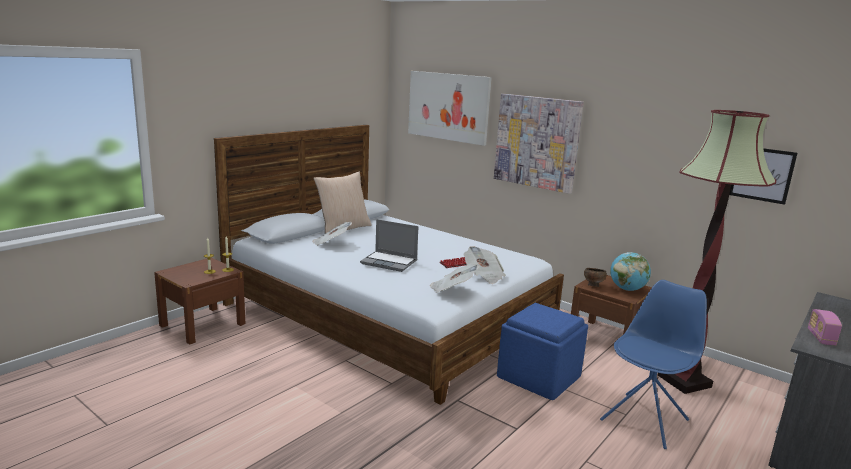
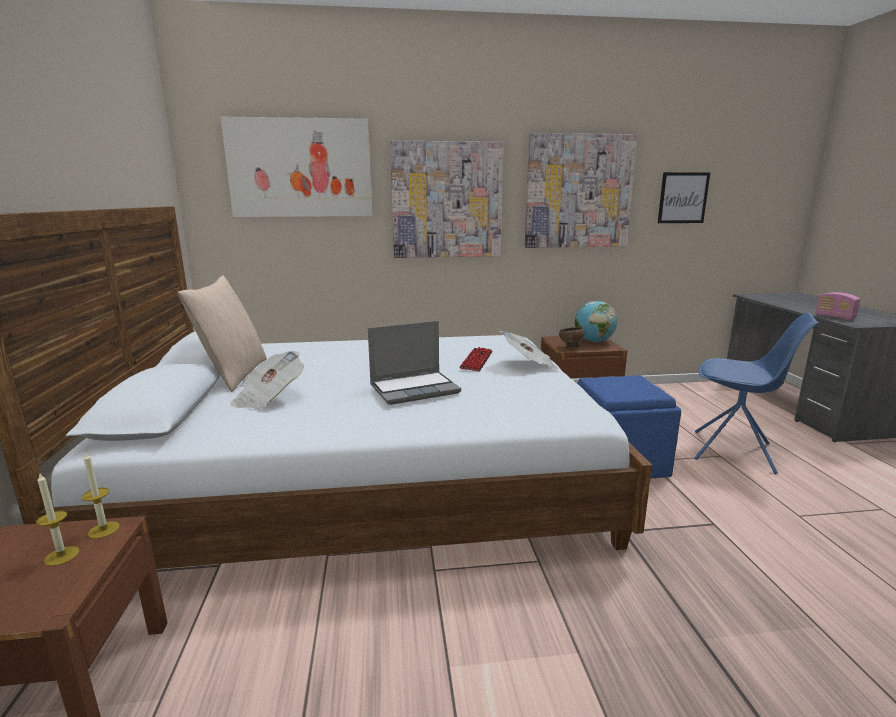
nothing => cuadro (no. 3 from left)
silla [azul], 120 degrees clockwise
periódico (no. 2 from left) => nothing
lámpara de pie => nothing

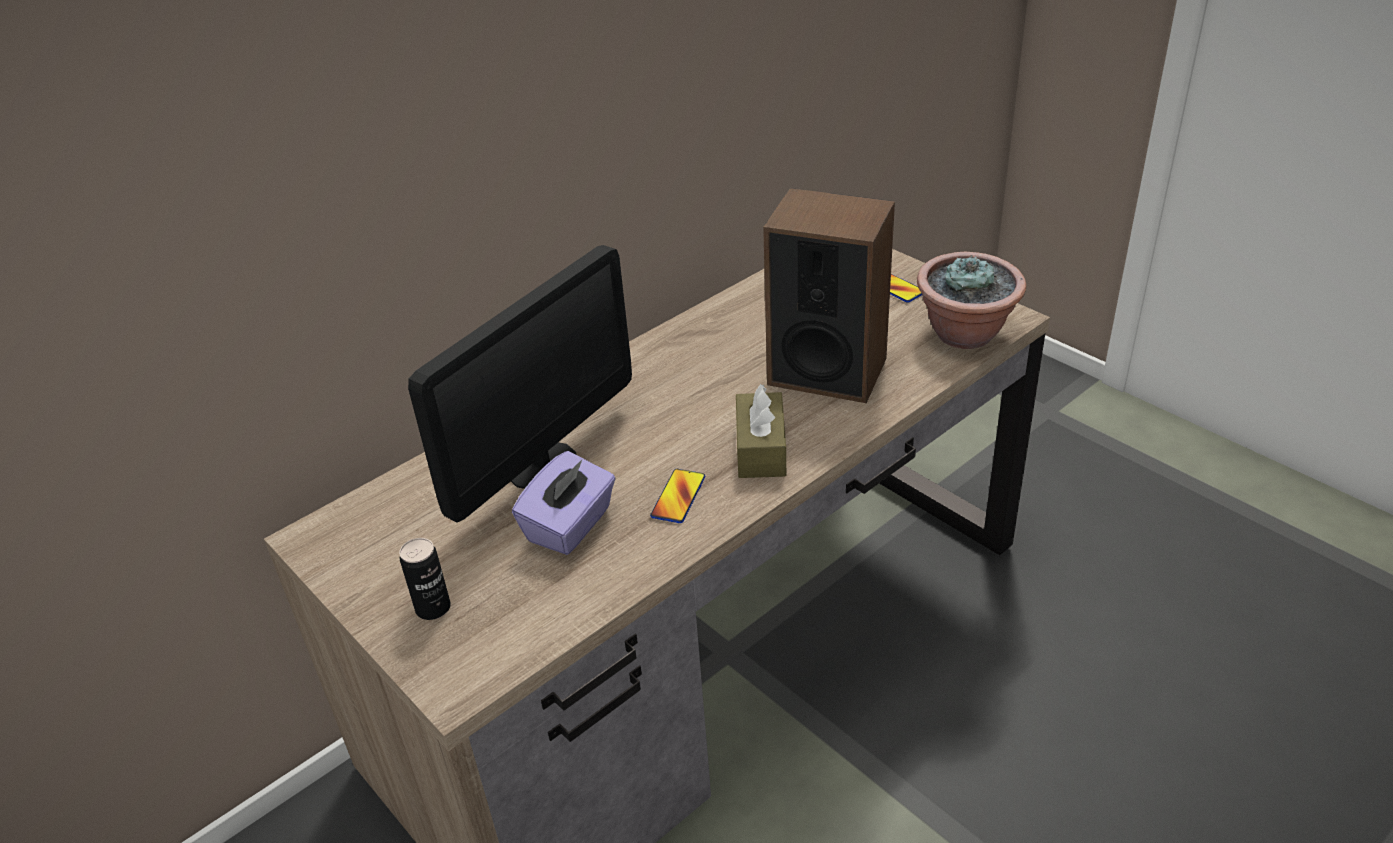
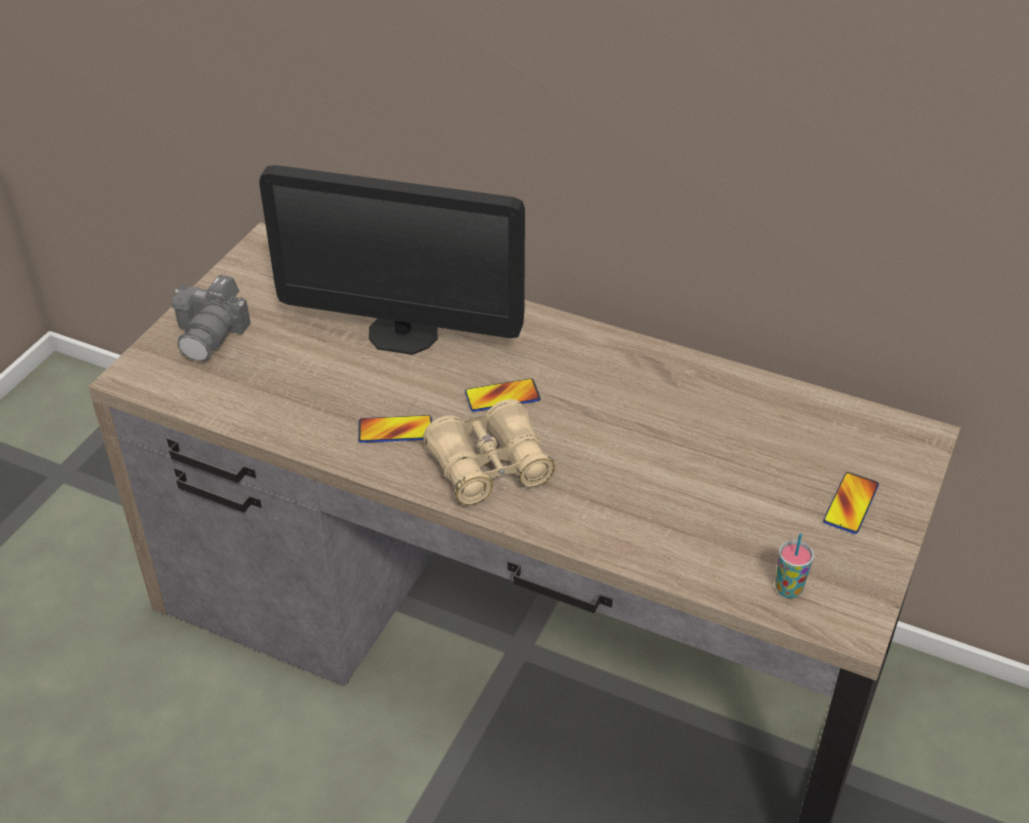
lata => cámara
caja de pañuelos [marrón] => prismáticos [beis]
nothing => móvil (no. 2 from left)
planta en maceta => taza
caja de pañuelos [morado] => nothing
altavoz => nothing

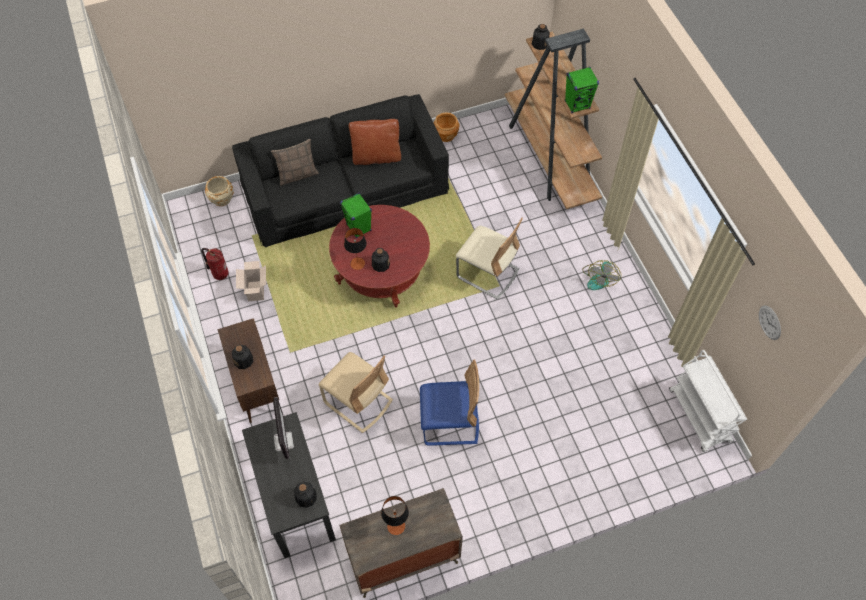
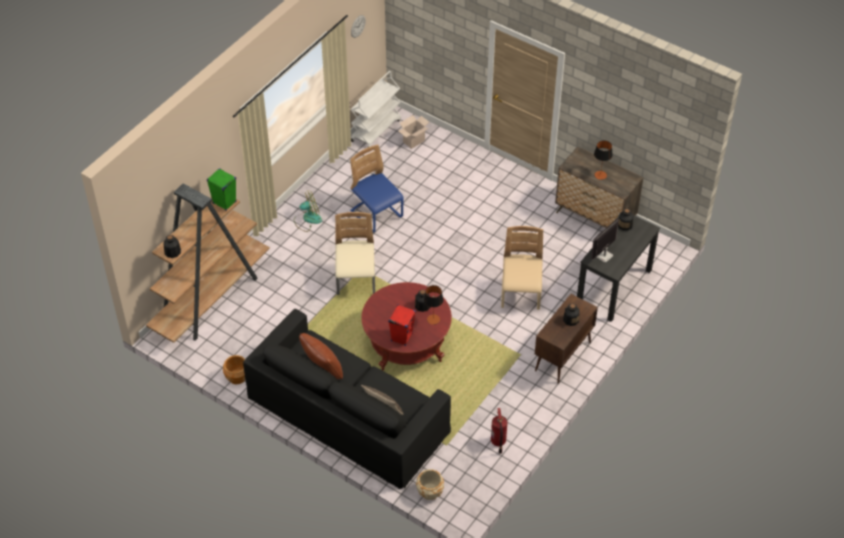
silla [azul], shifted
altavoz [verde] (no. 1 from left) => altavoz [rojo]
caja de cartón, shifted

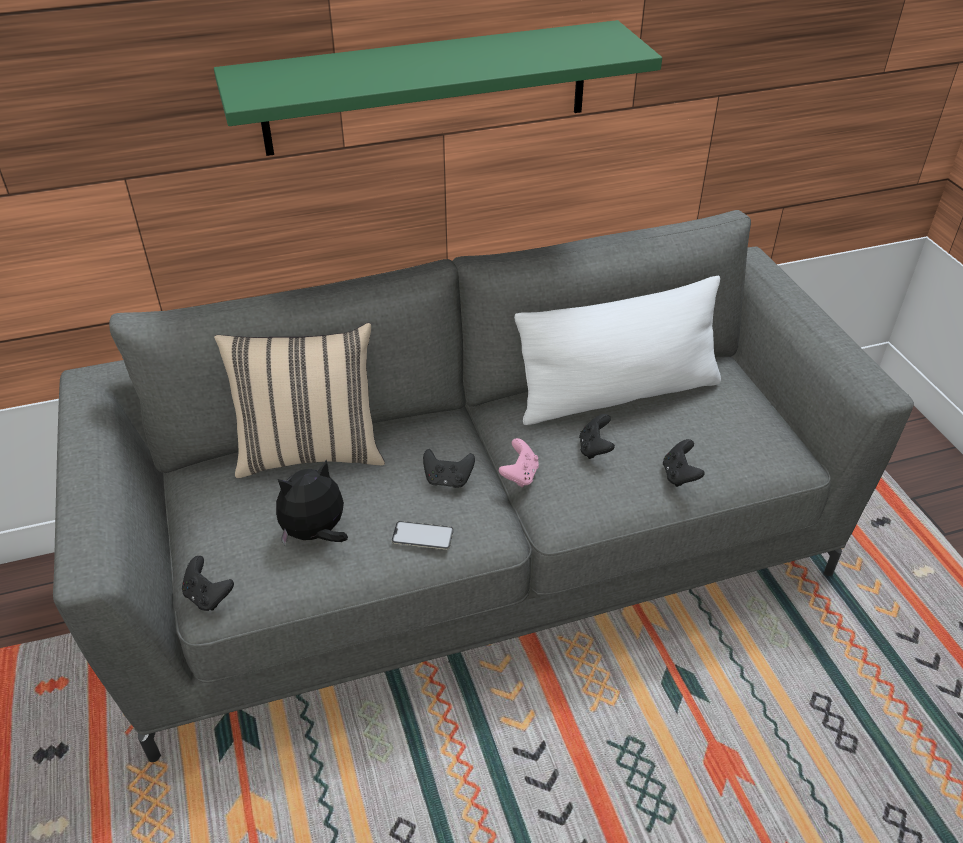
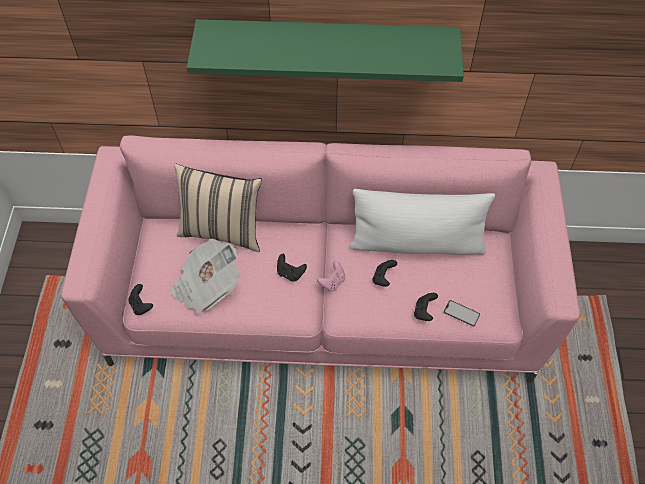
sofá [gris] => sofá [rosa]
peluche => periódico
móvil, shifted

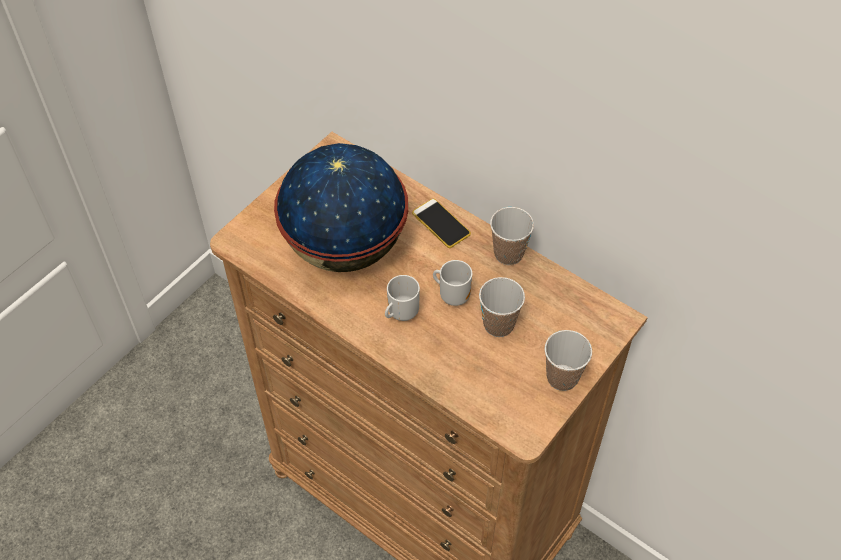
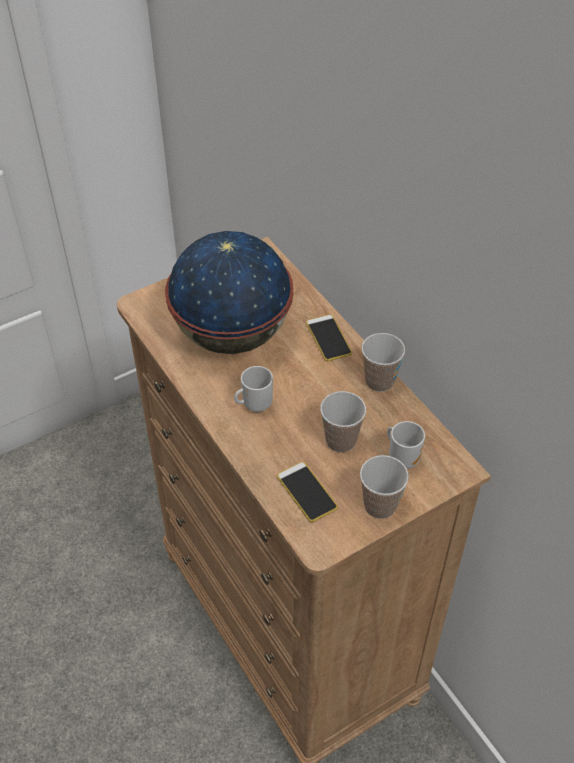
nothing => móvil (no. 1 from left)
taza grande (no. 2 from left), shifted

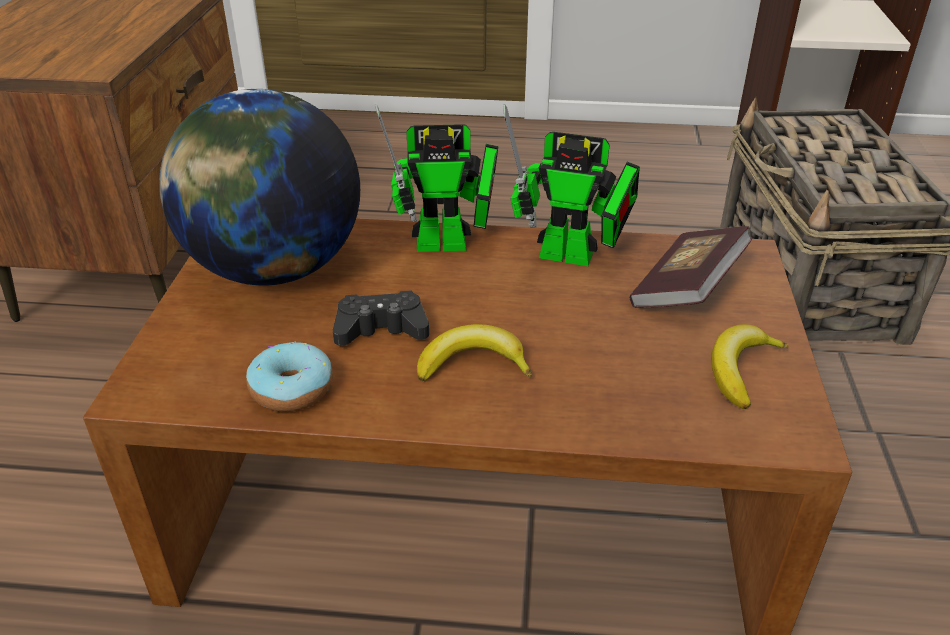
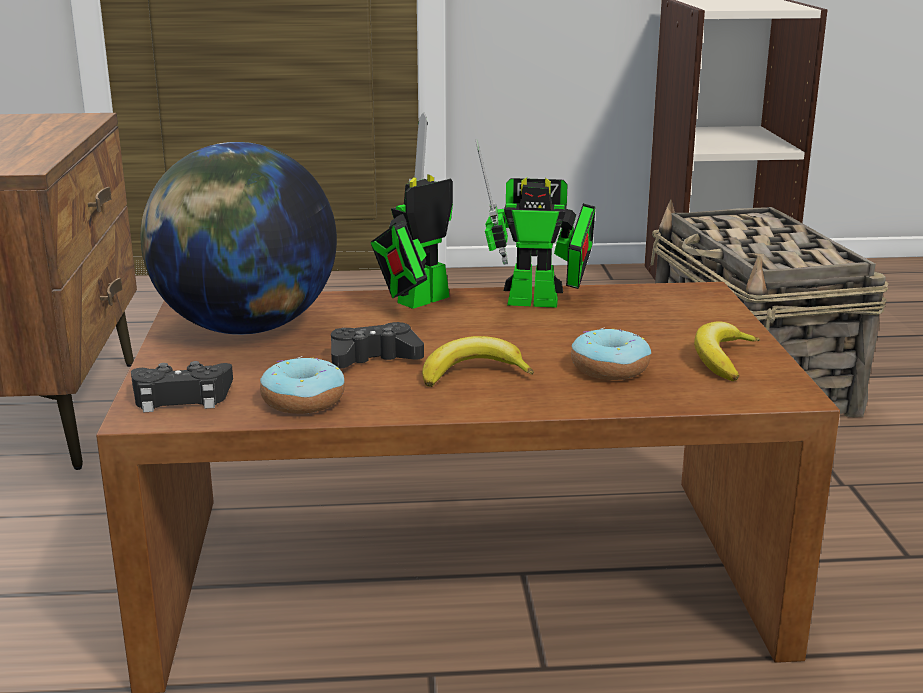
nothing => mando de consola [negro] (no. 1 from left)
robot de juguete (no. 1 from left), 150 degrees clockwise
nothing => rosquilla (no. 2 from left)
libro => nothing

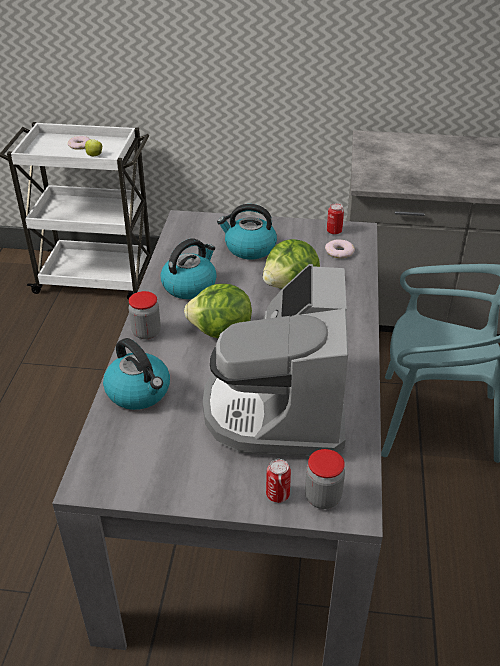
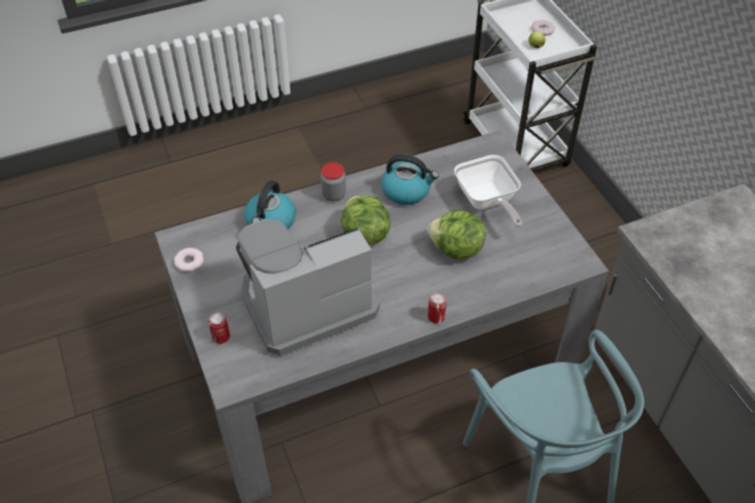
rosquilla (no. 2 from left in the first image) => rosquilla (no. 1 from left), shifted
lata (no. 2 from left), shifted
hervidor (no. 3 from left) => sartén
tarro (no. 2 from left) => nothing

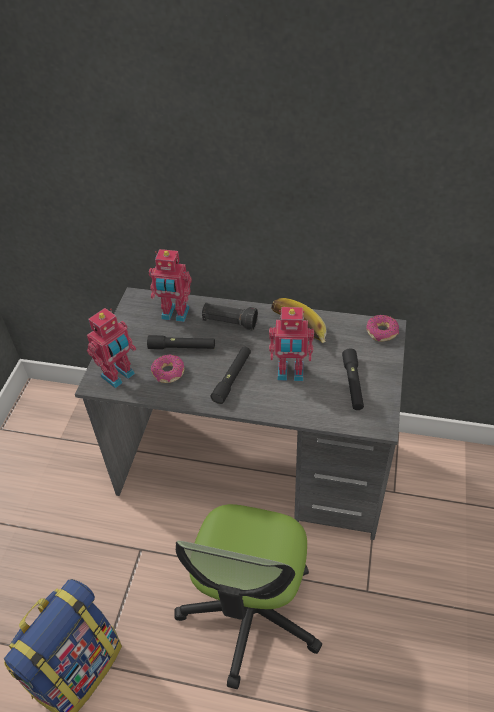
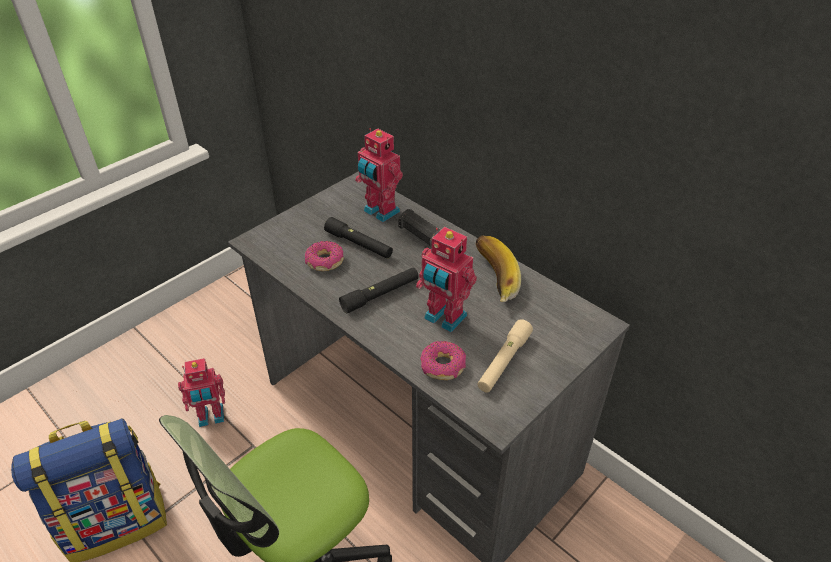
robot de juguete (no. 1 from left), shifted
rosquilla (no. 2 from left), shifted
linterna [negro] (no. 4 from left) => linterna [beis]

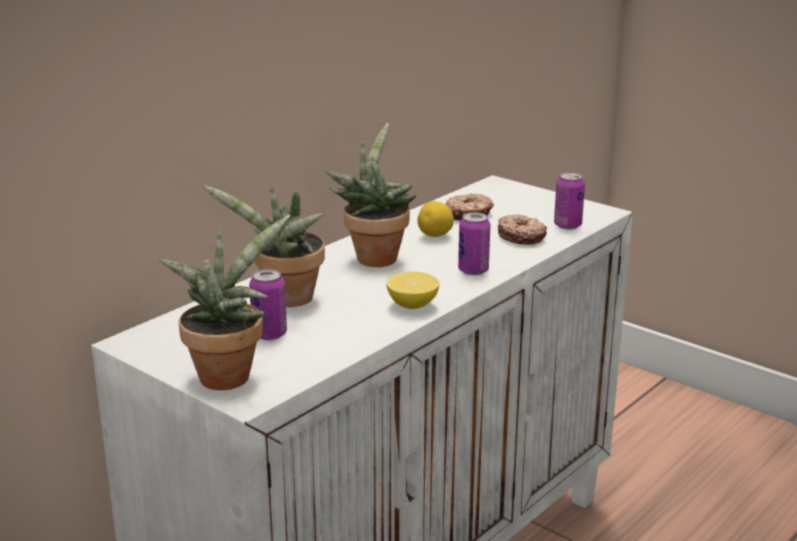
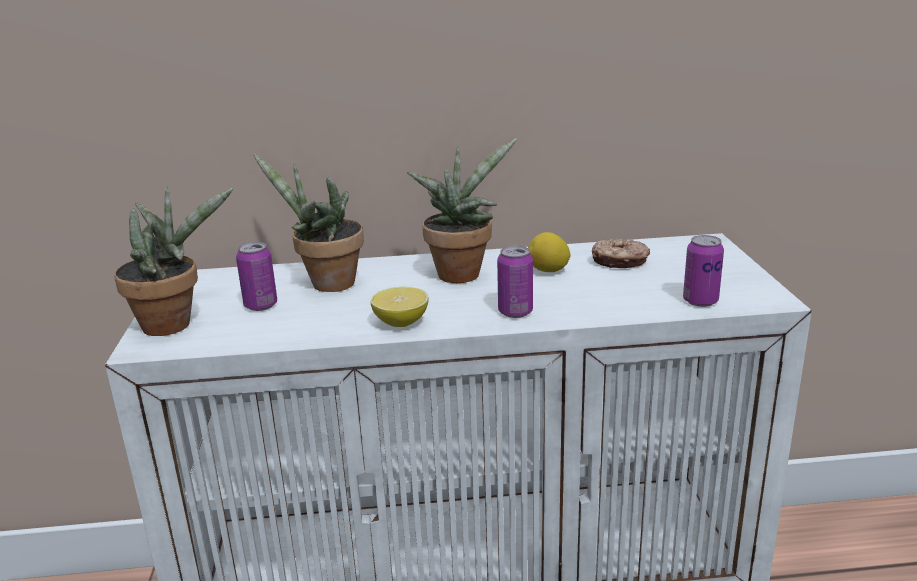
rosquilla (no. 2 from left) => nothing

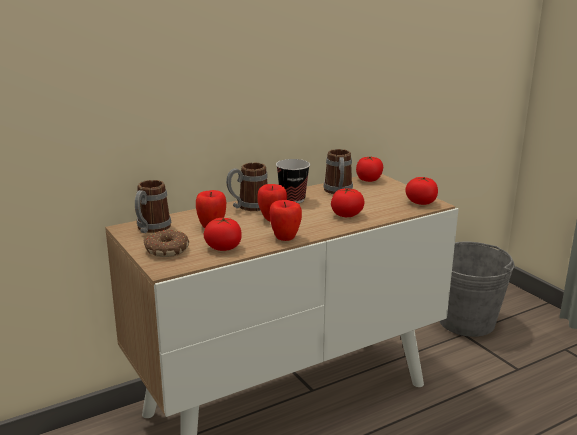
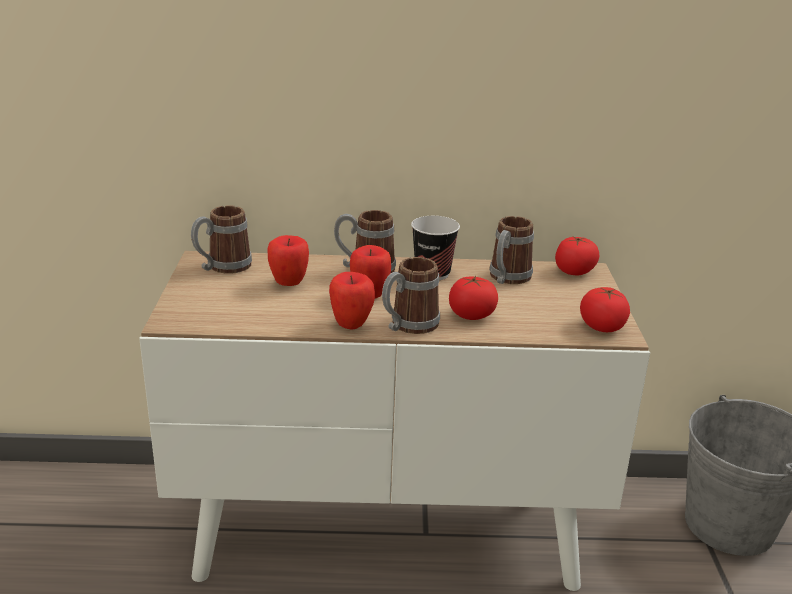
nothing => taza grande (no. 3 from left)
rosquilla => nothing
tomate (no. 1 from left) => nothing

